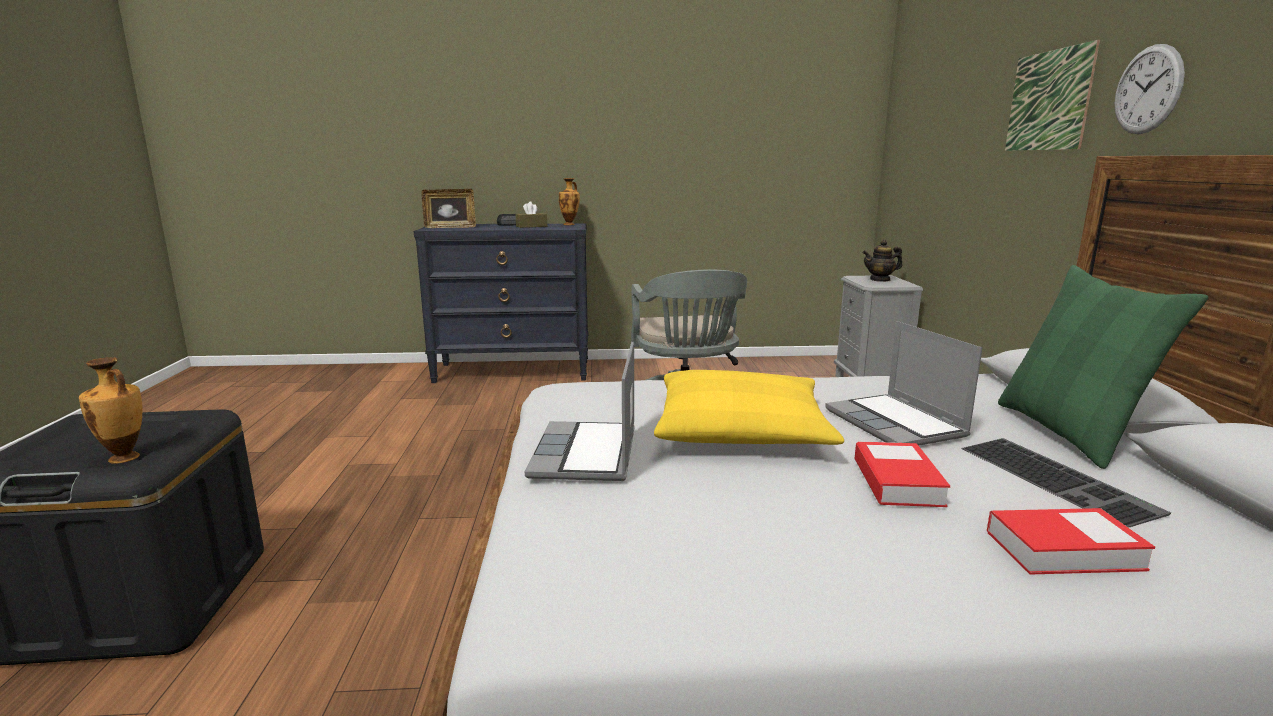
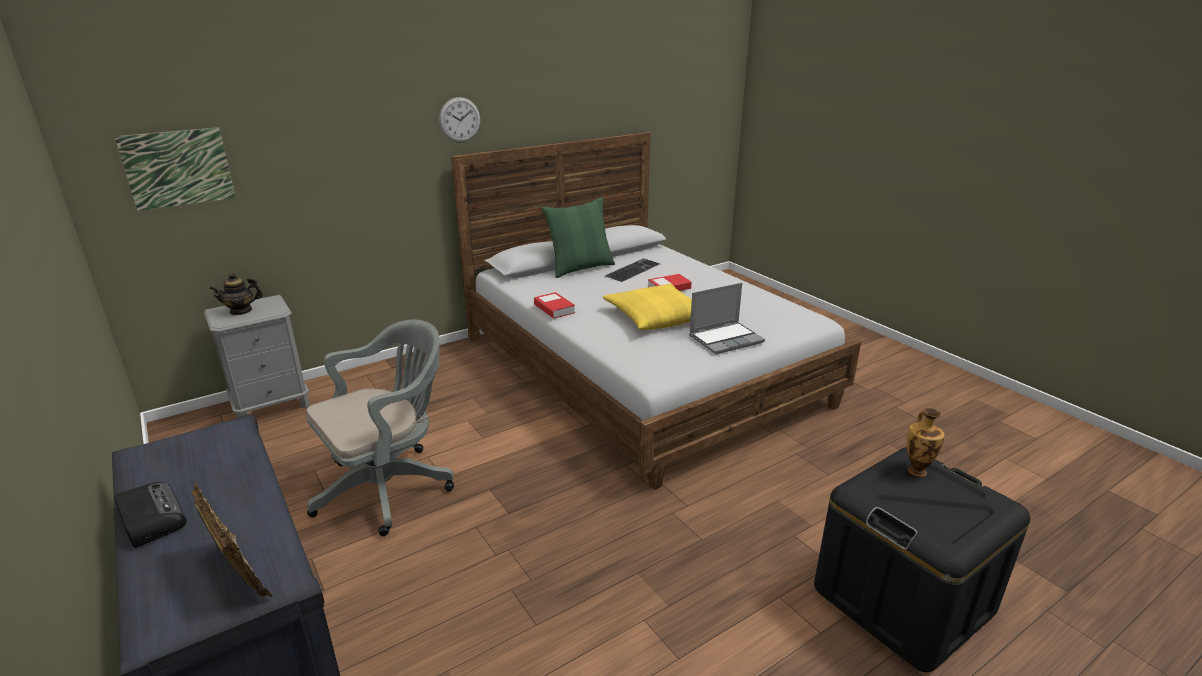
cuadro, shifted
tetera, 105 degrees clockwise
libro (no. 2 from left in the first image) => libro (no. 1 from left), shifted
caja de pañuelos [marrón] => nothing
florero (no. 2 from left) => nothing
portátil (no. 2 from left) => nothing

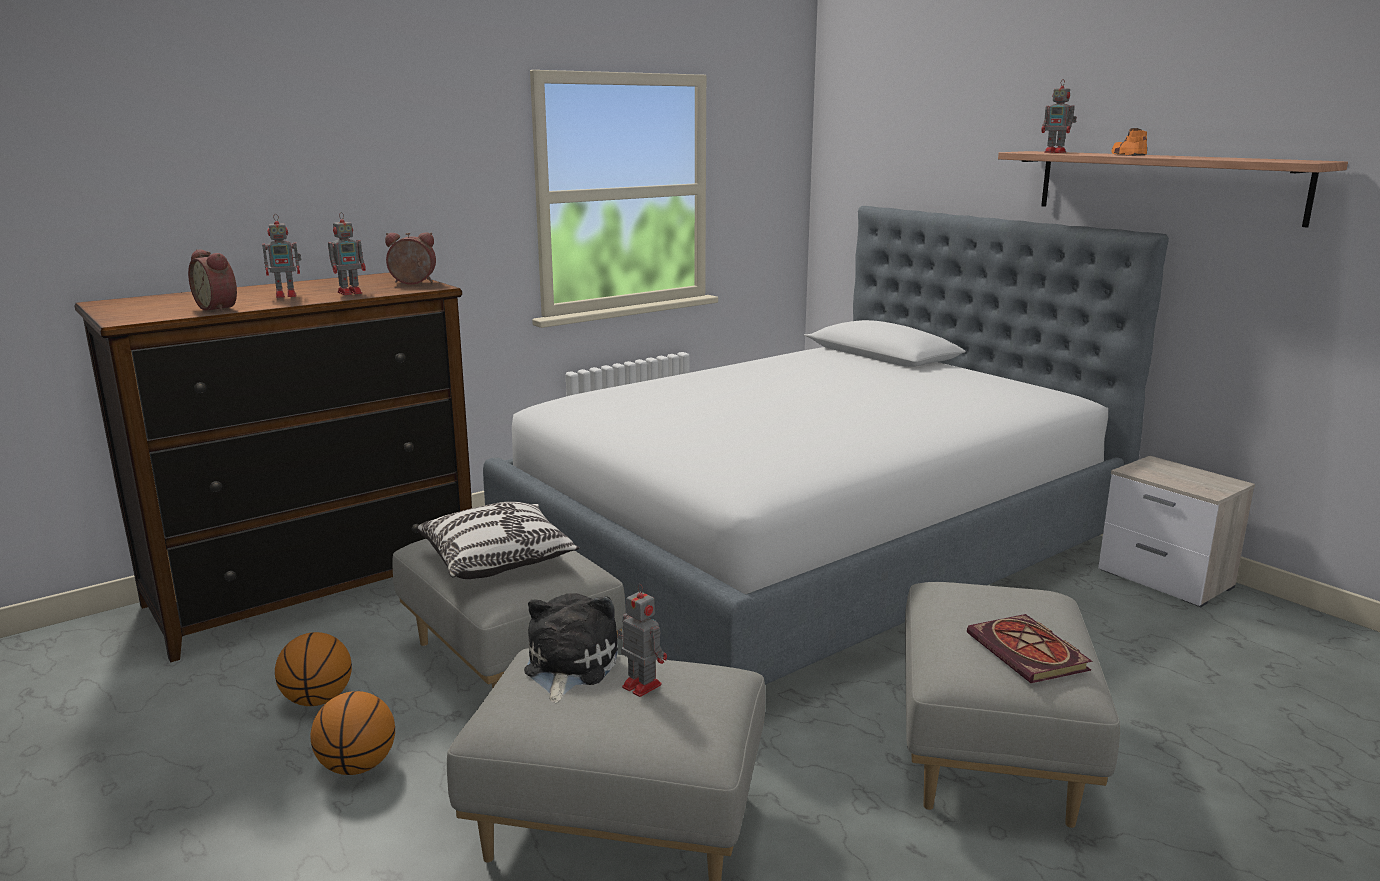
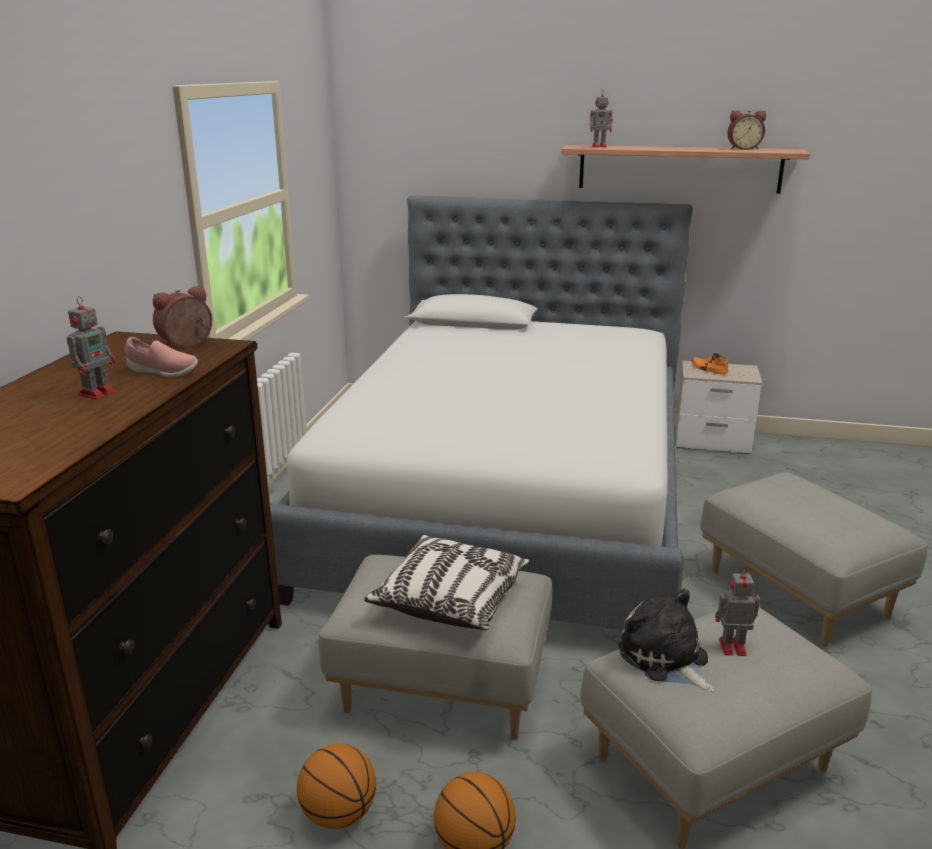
robot de juguete (no. 2 from left) => zapato [rosa]
zapato [naranja], shifted
despertador (no. 1 from left in the first image) => despertador (no. 2 from left), shifted
libro => nothing

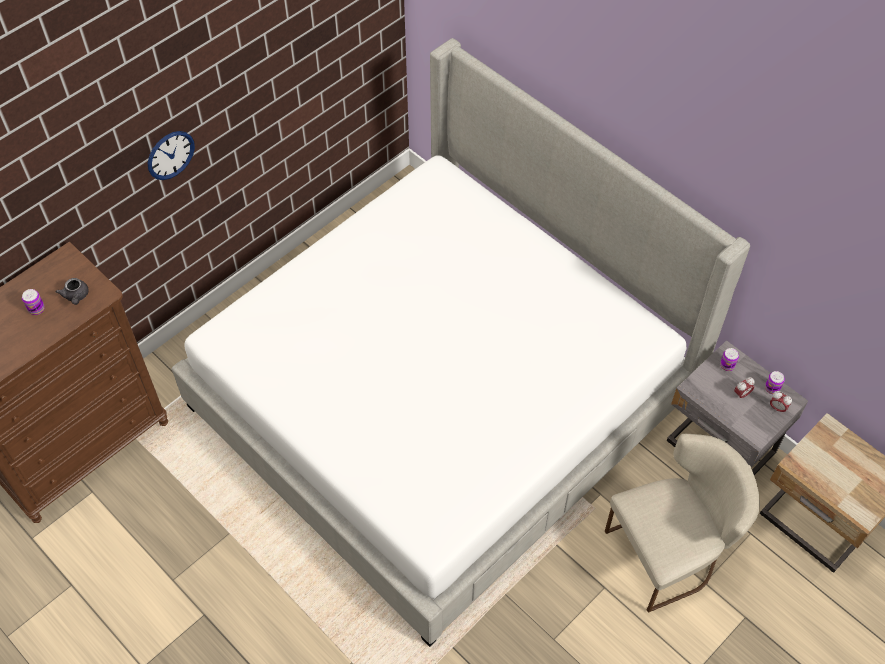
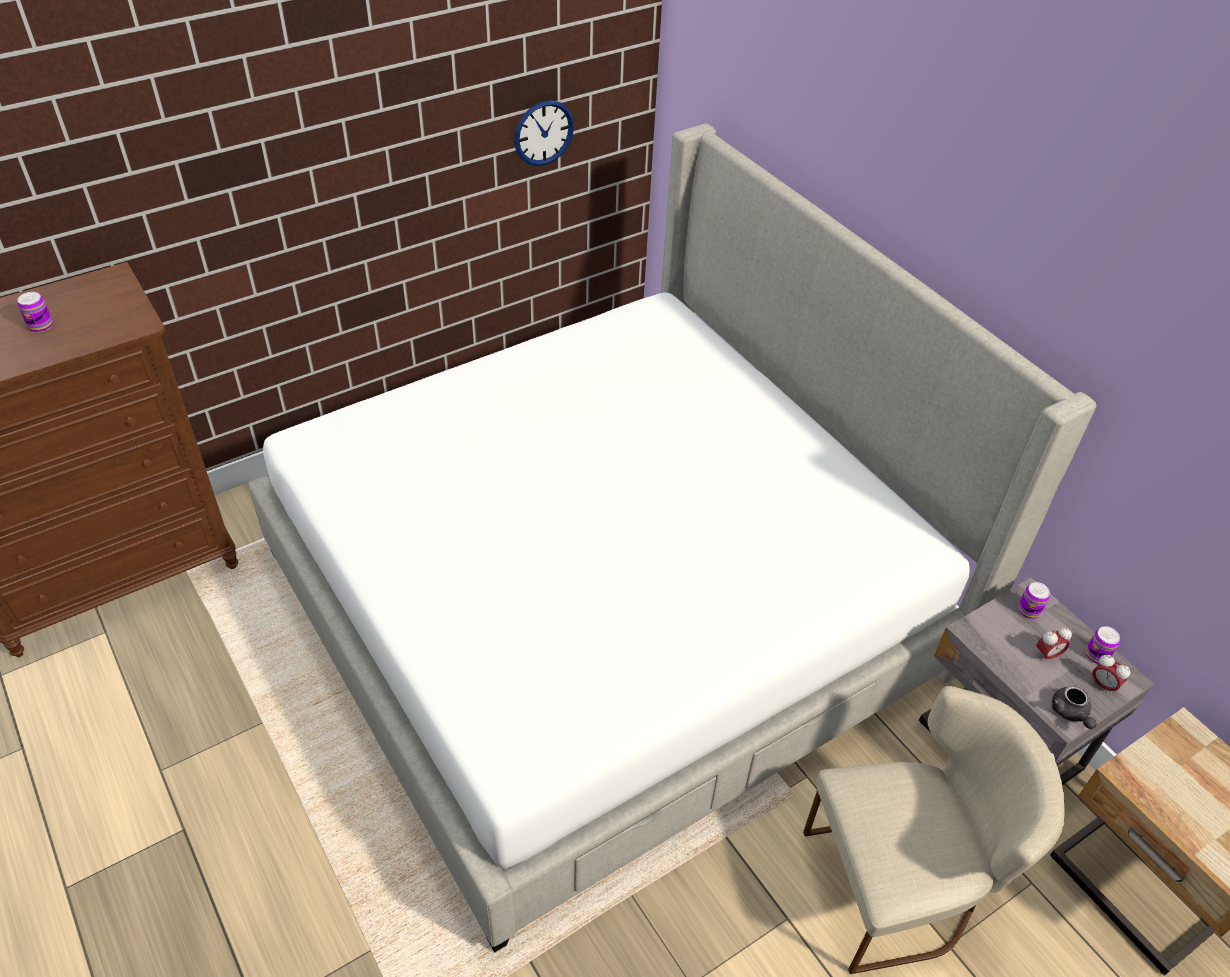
reloj de pared, shifted
tetera [gris], shifted

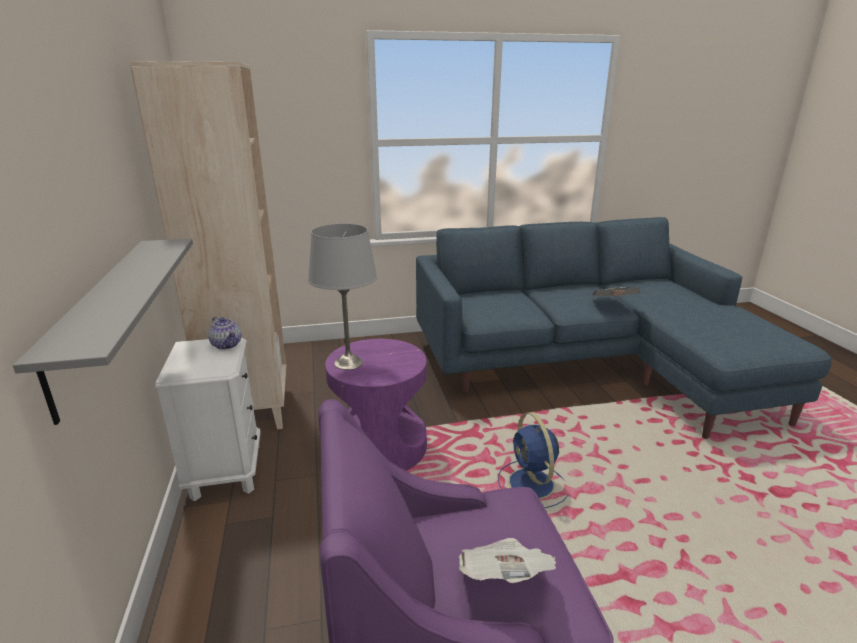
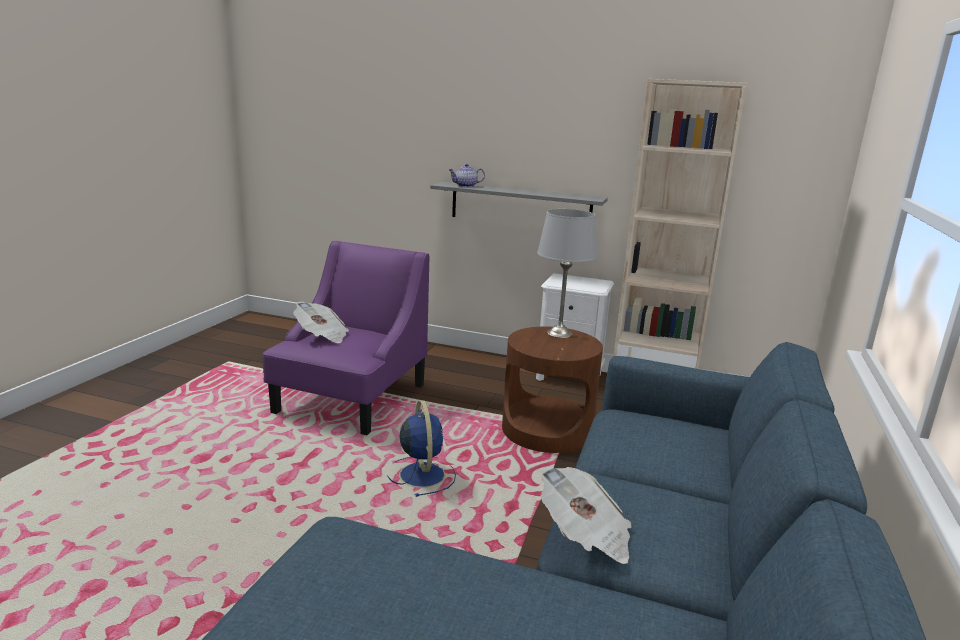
ventilador [azul], 60 degrees clockwise
tetera, shifted
mesa auxiliar [morado] => mesa auxiliar [marrón]

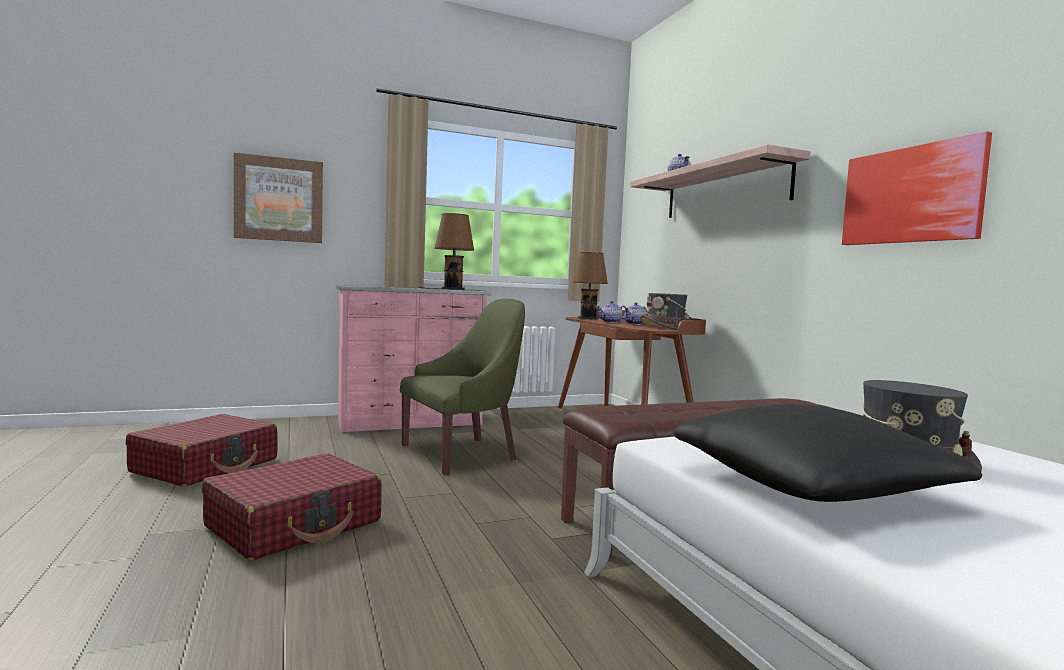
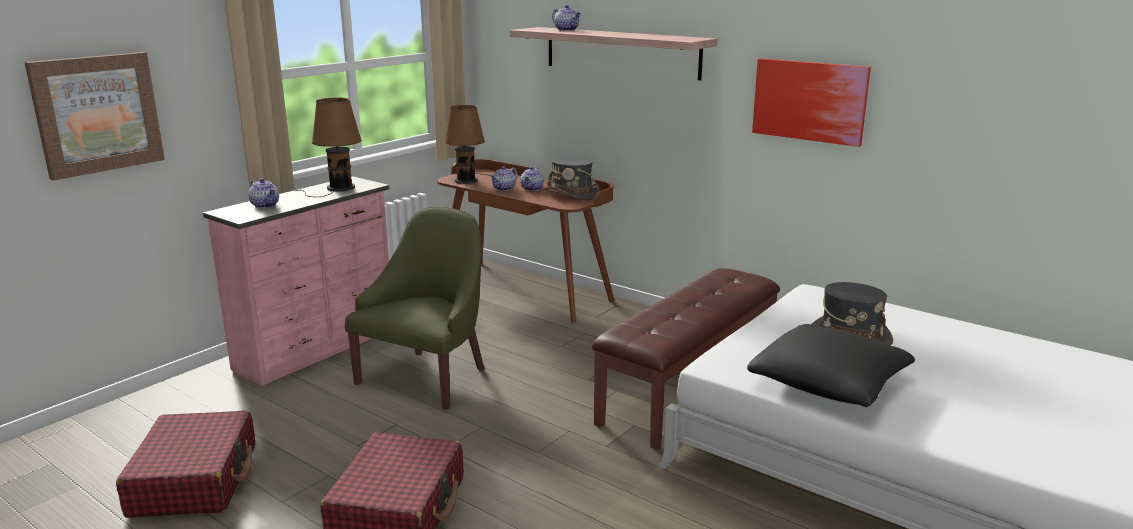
nothing => tetera (no. 1 from left)

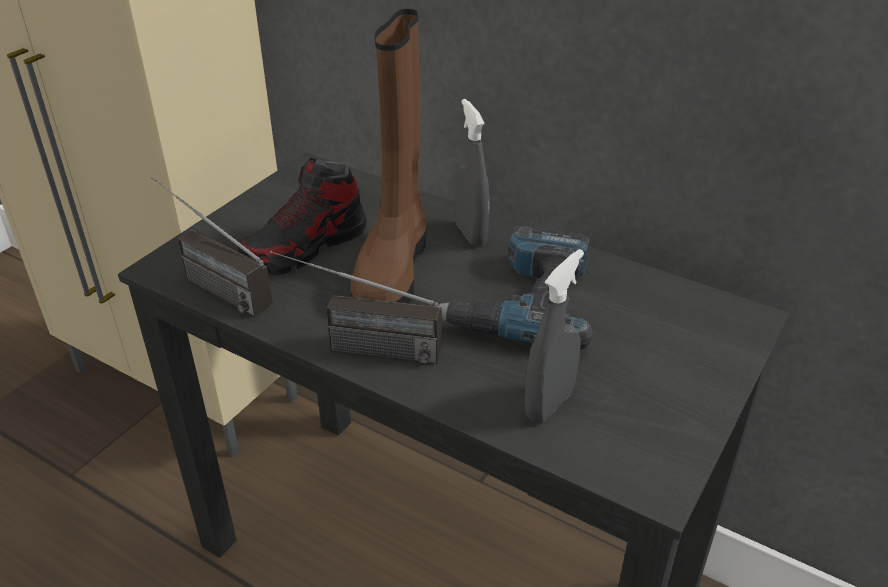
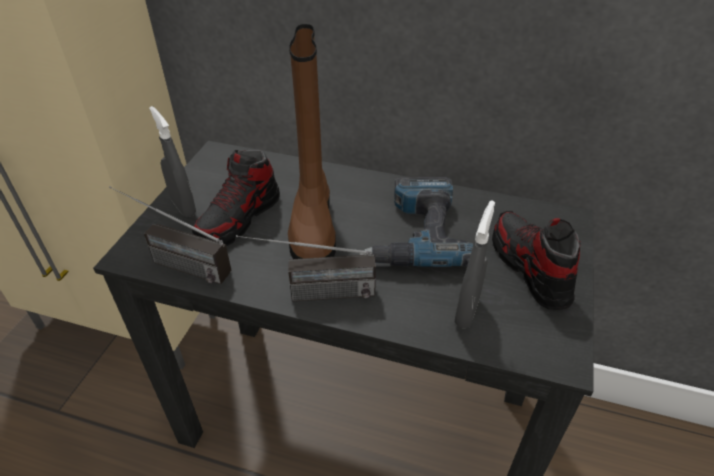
pulverizador [gris] (no. 1 from left), shifted
nothing => zapato (no. 2 from left)

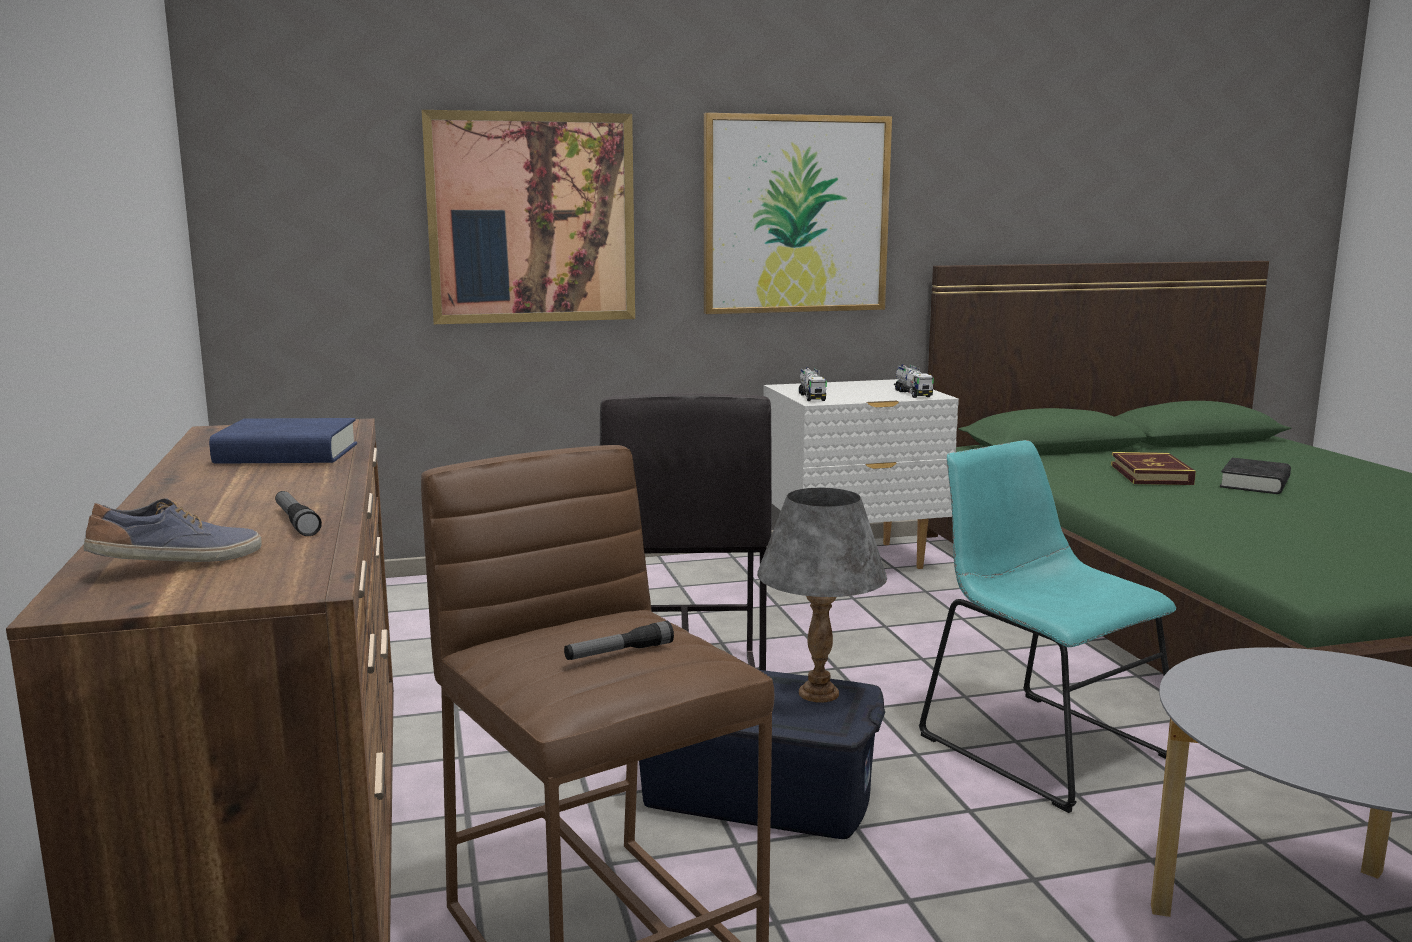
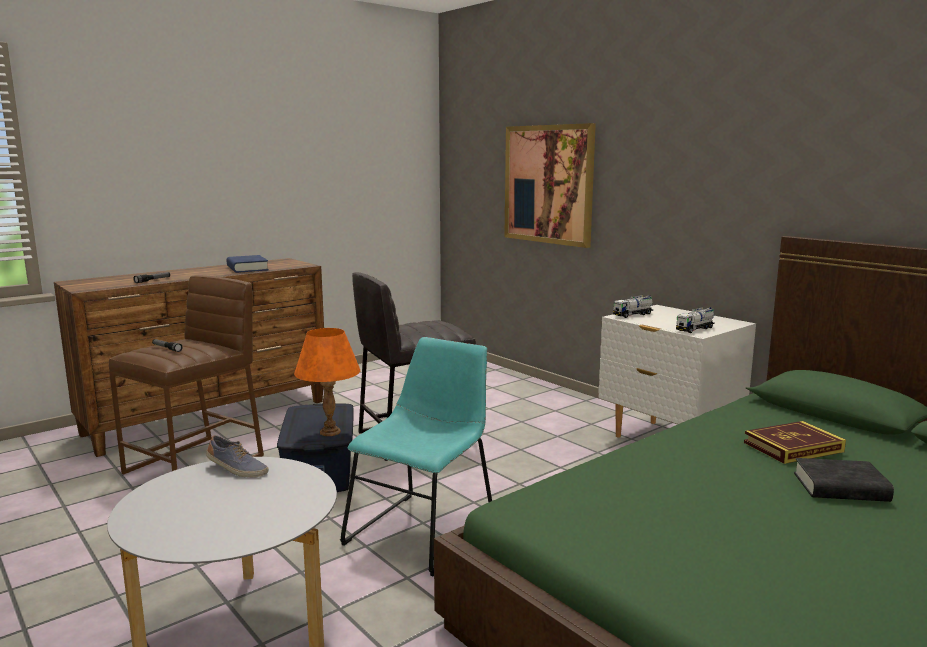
zapato, shifted
lámpara de mesa [gris] => lámpara de mesa [naranja]
cuadro (no. 2 from left) => nothing

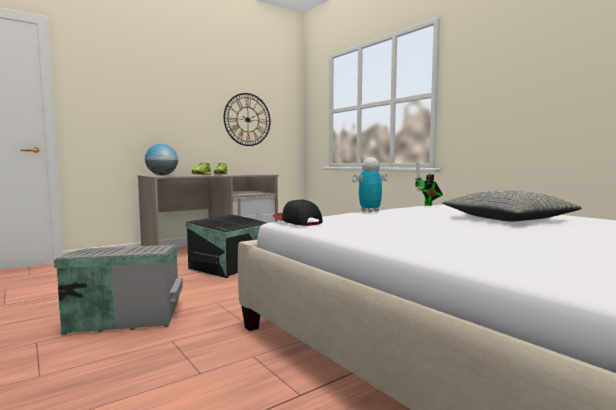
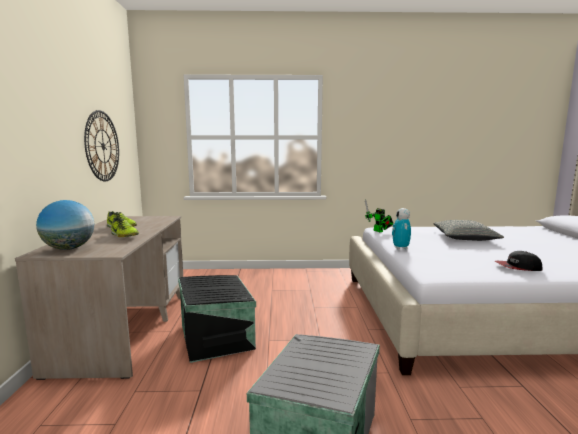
gorra, shifted

